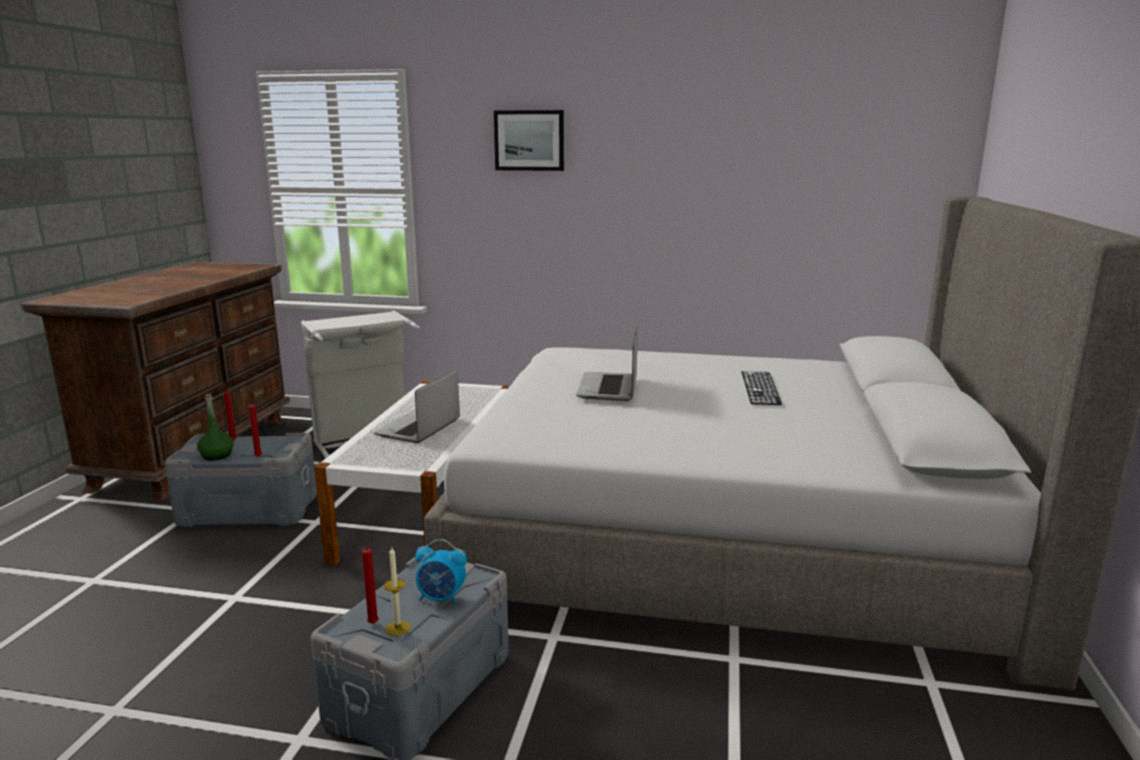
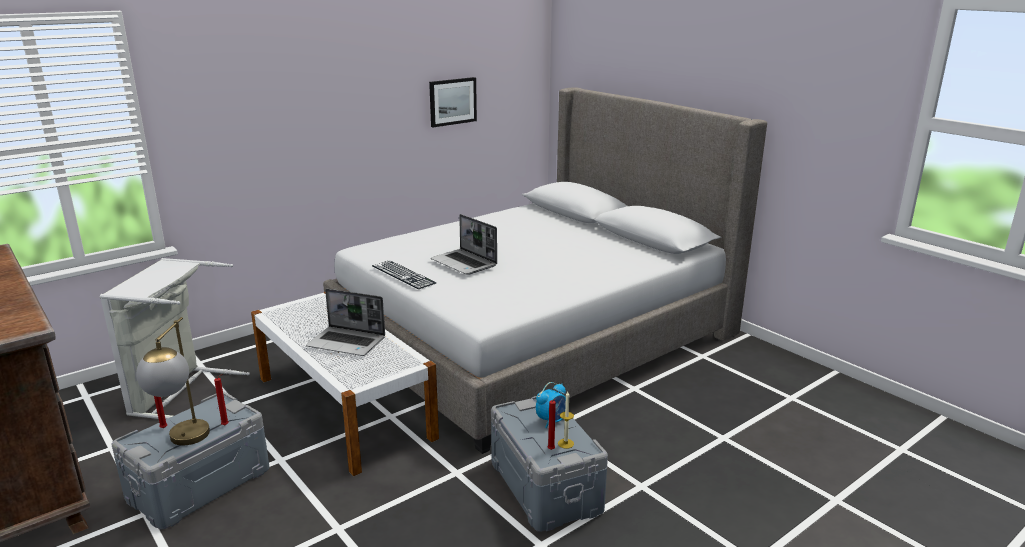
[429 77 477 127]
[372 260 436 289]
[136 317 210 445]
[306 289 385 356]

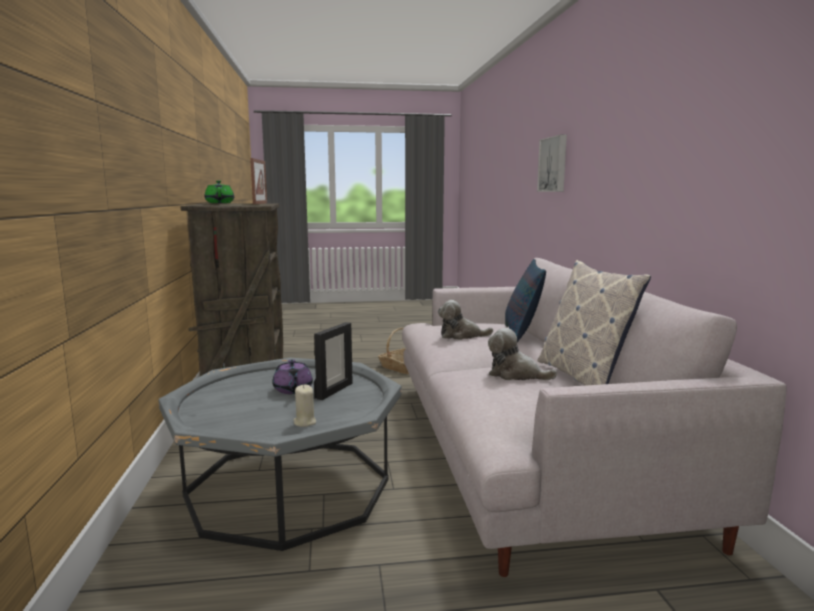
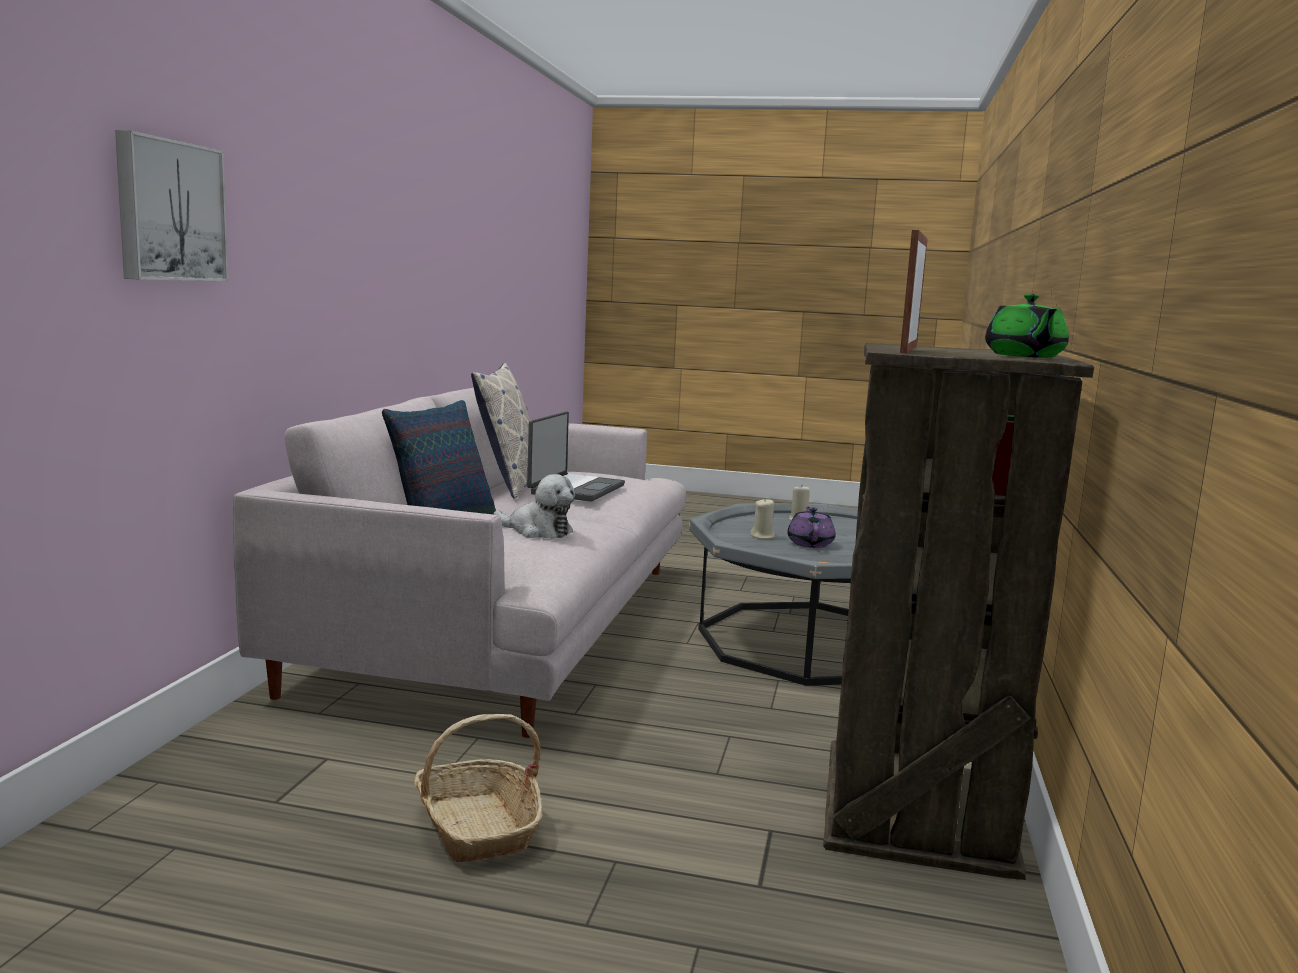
[750 498 775 539]
[527 411 625 501]

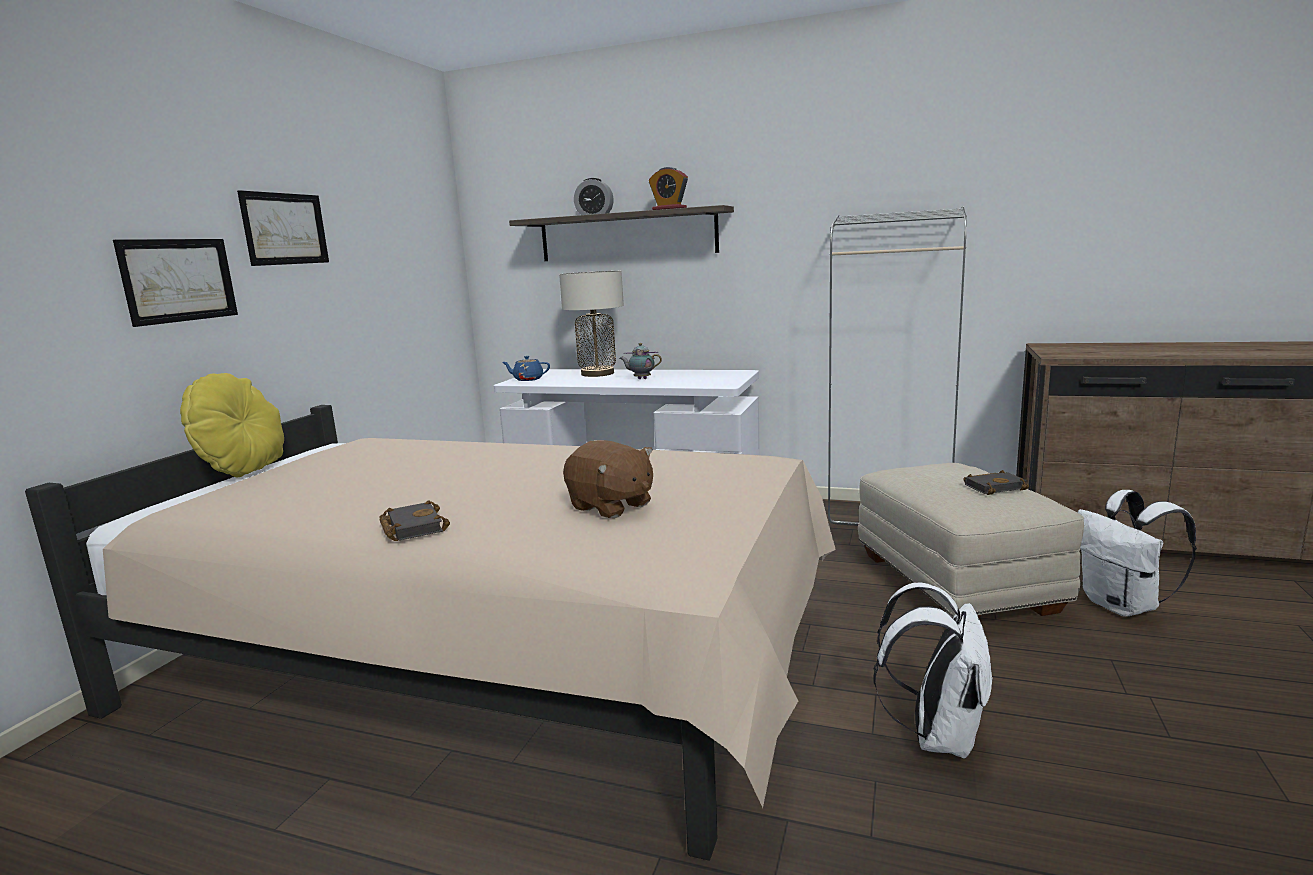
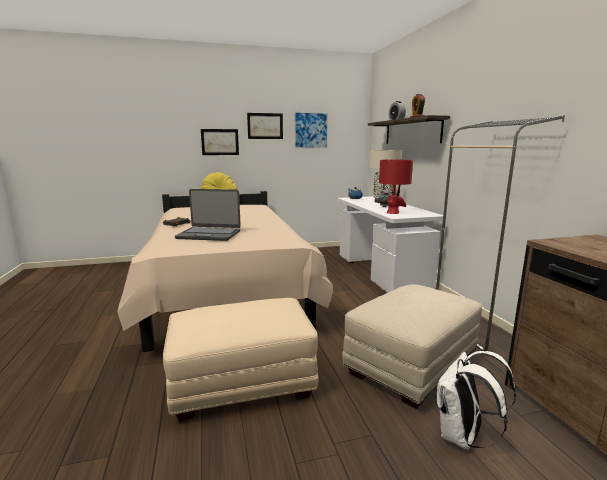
[963 470 1029 495] (first image)
[294 111 329 149]
[379 160 413 214]
[175 189 241 241]
[163 298 319 421]

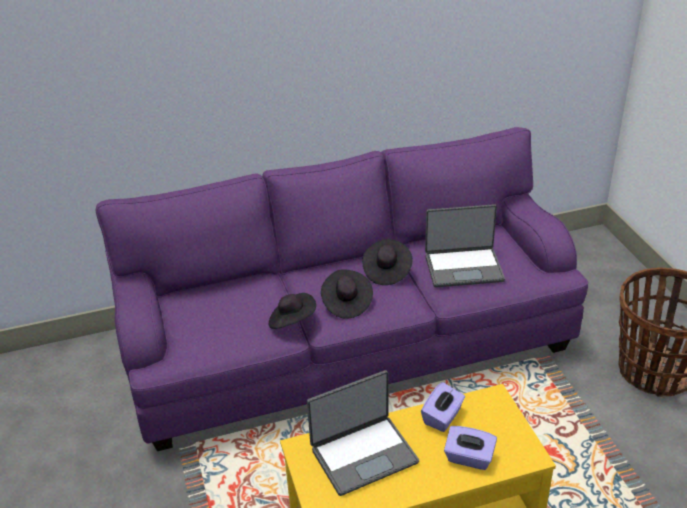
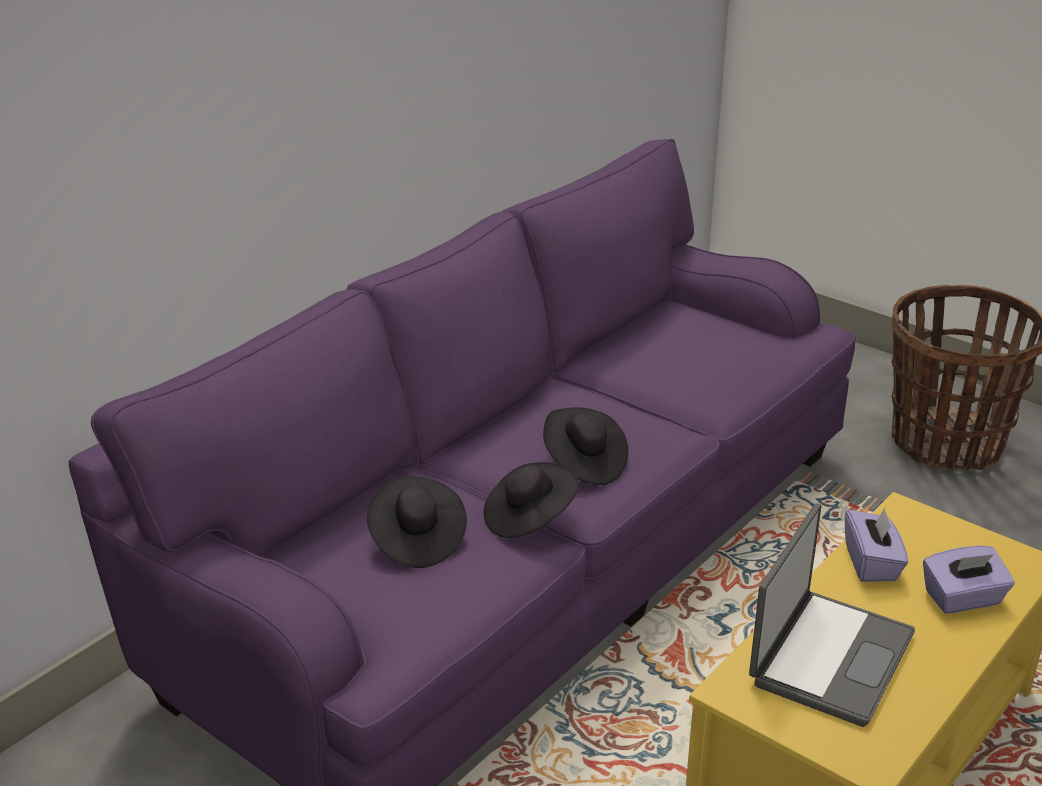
[425 204 505 287] (first image)
[367 476 467 568]

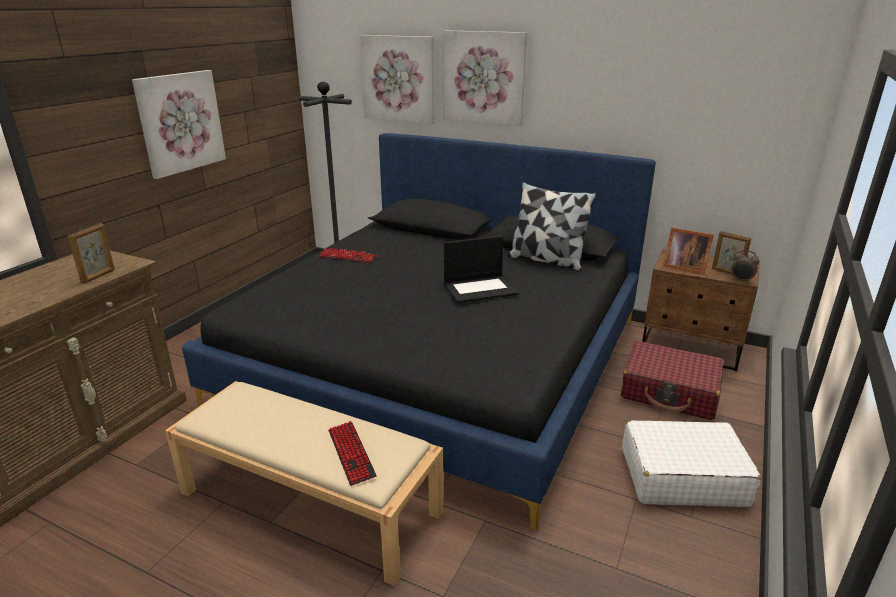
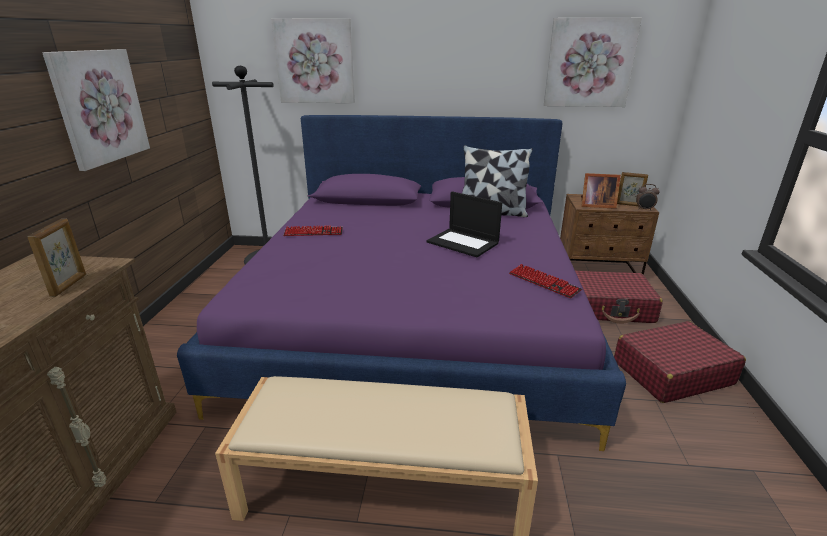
[509 264 582 298]
[544 18 642 107]
[177 115 626 451]
[614 321 746 403]
[426 191 502 257]

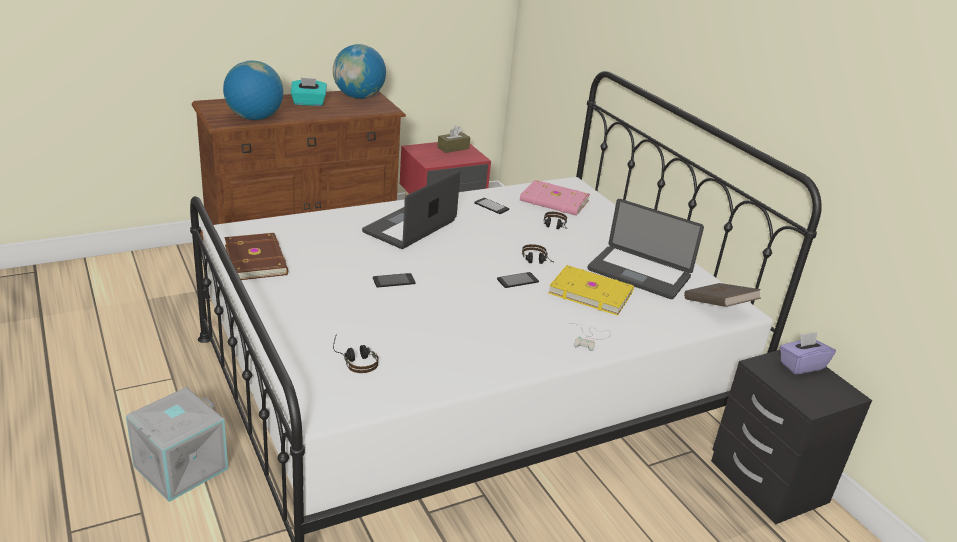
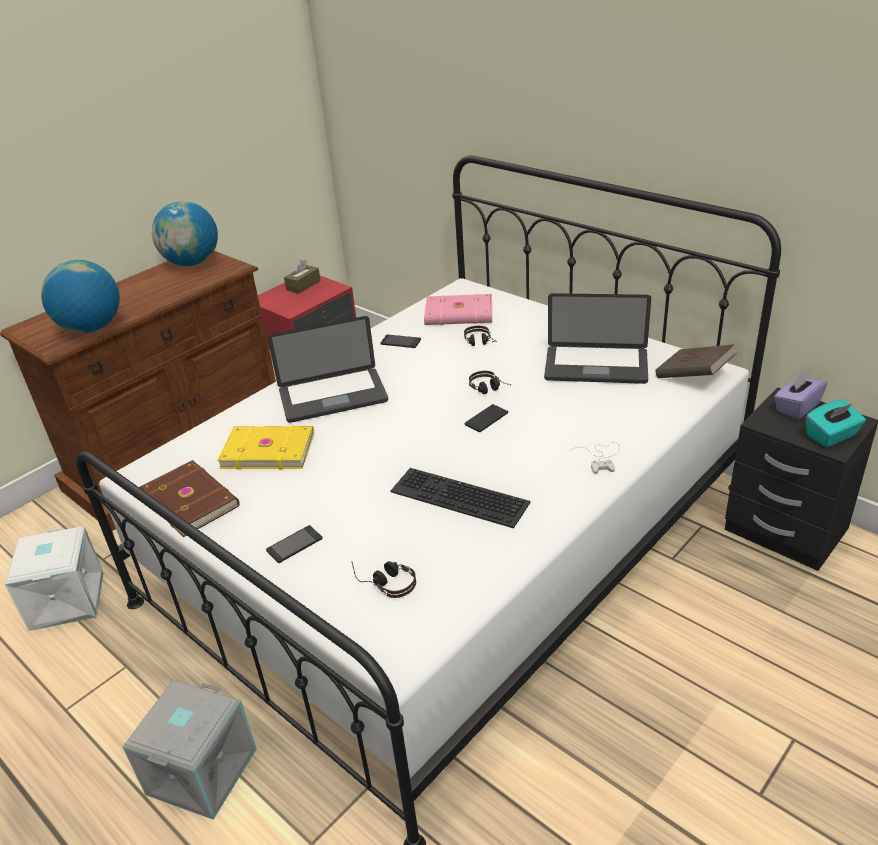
[5 526 104 631]
[390 468 531 528]
[806 400 866 447]
[266 525 323 563]
[217 426 314 470]
[268 316 388 423]

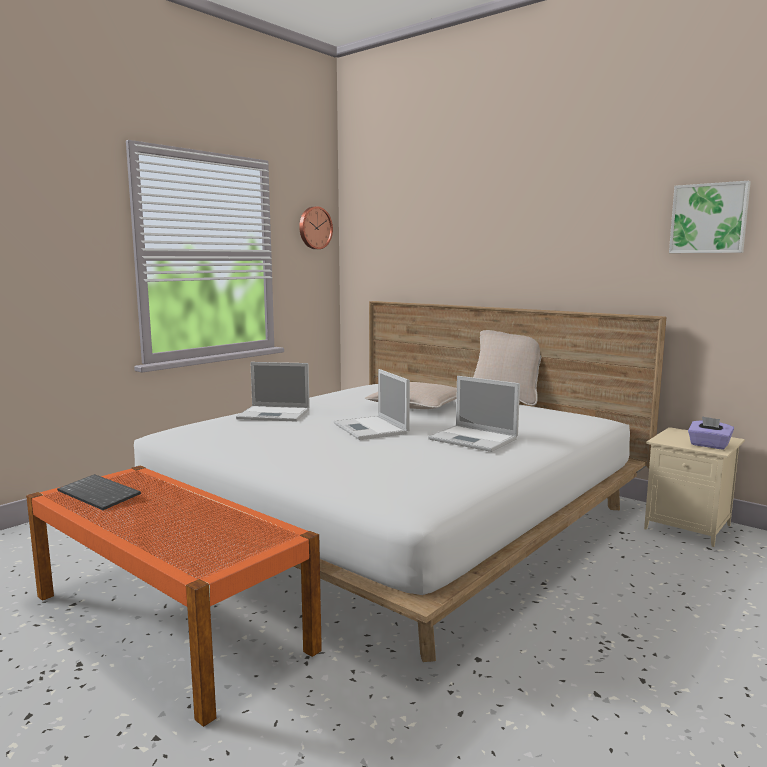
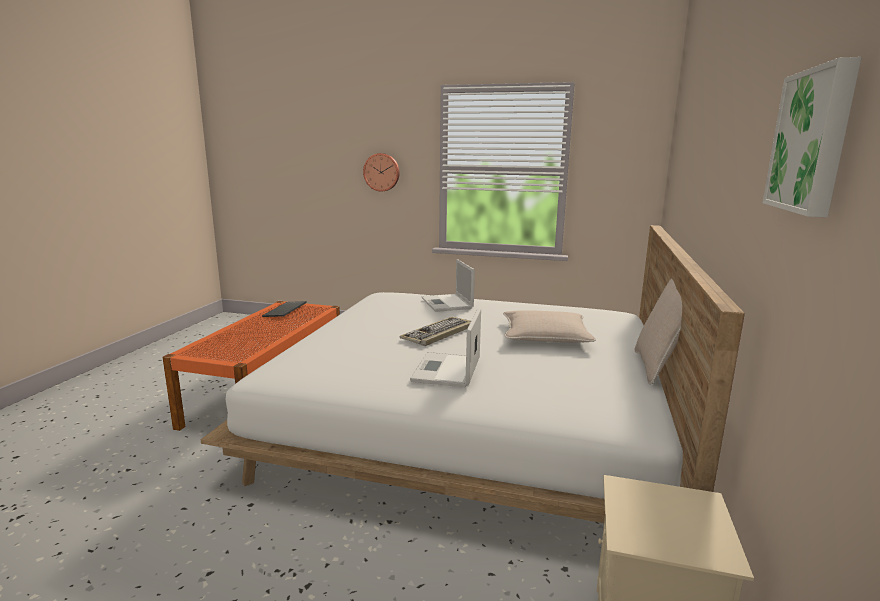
[688 416 734 450] (first image)
[363 153 400 192]
[400 317 471 346]

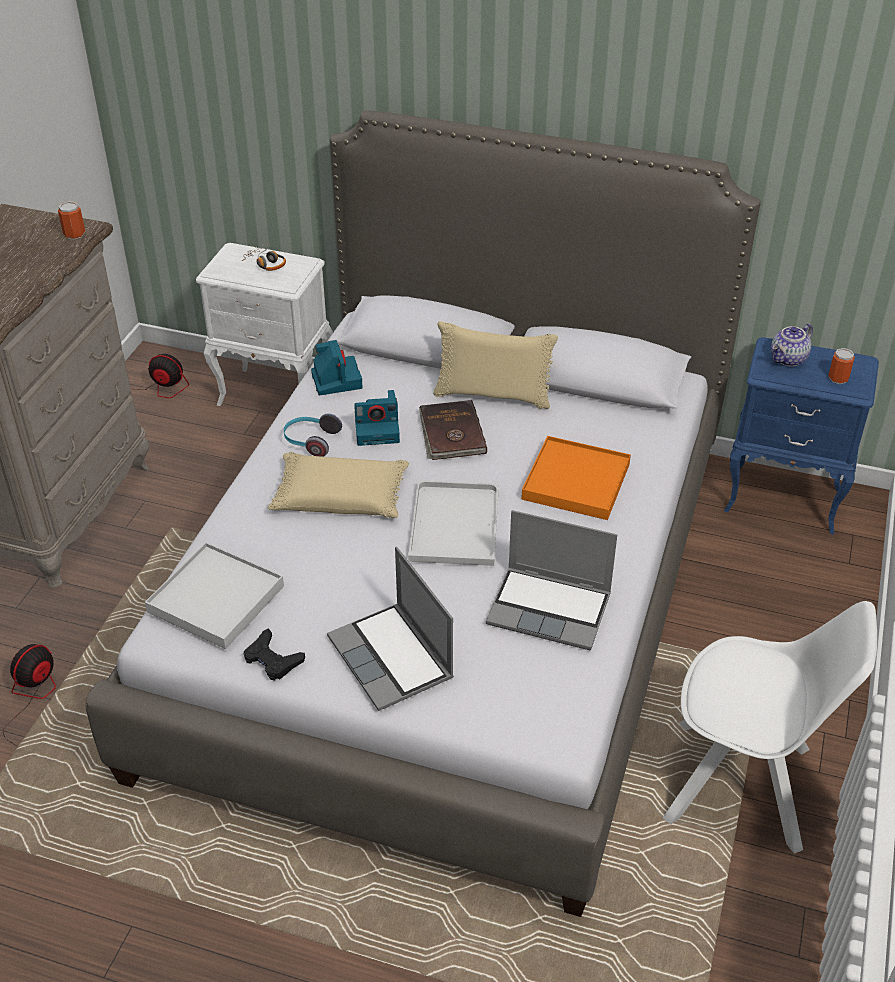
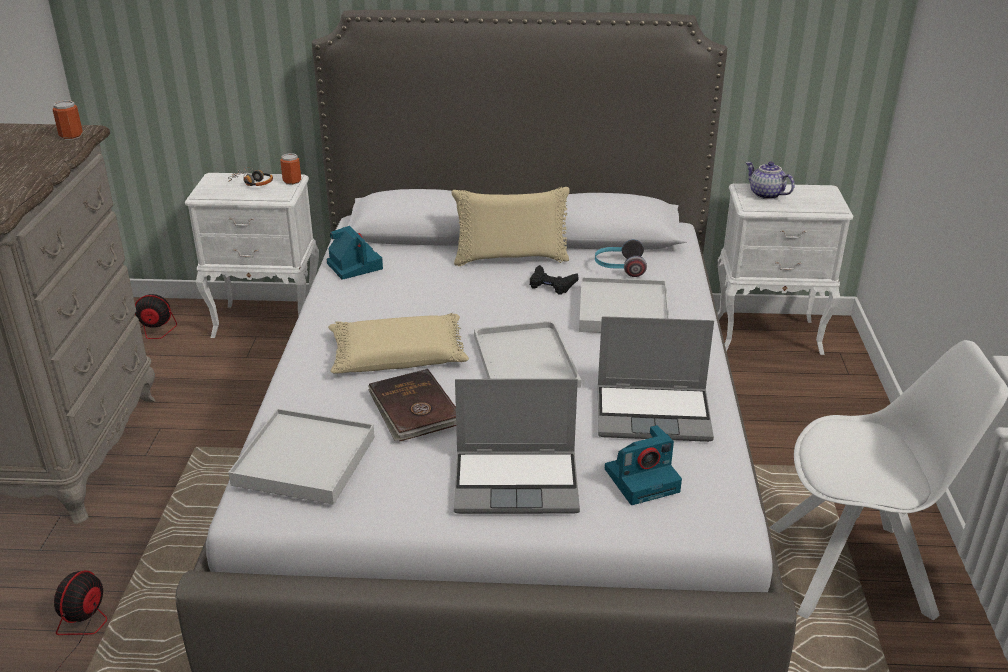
[530 265 578 294]
[595 239 647 277]
[605 425 682 505]
[368 369 456 441]
[280 153 301 185]
[579 277 669 333]
[717 183 853 355]
[454 379 580 514]
[746 162 795 199]

